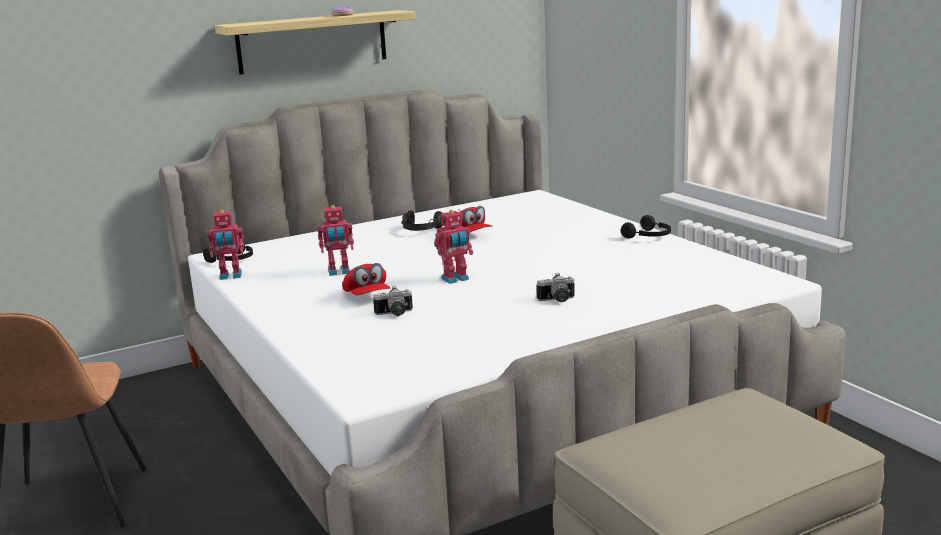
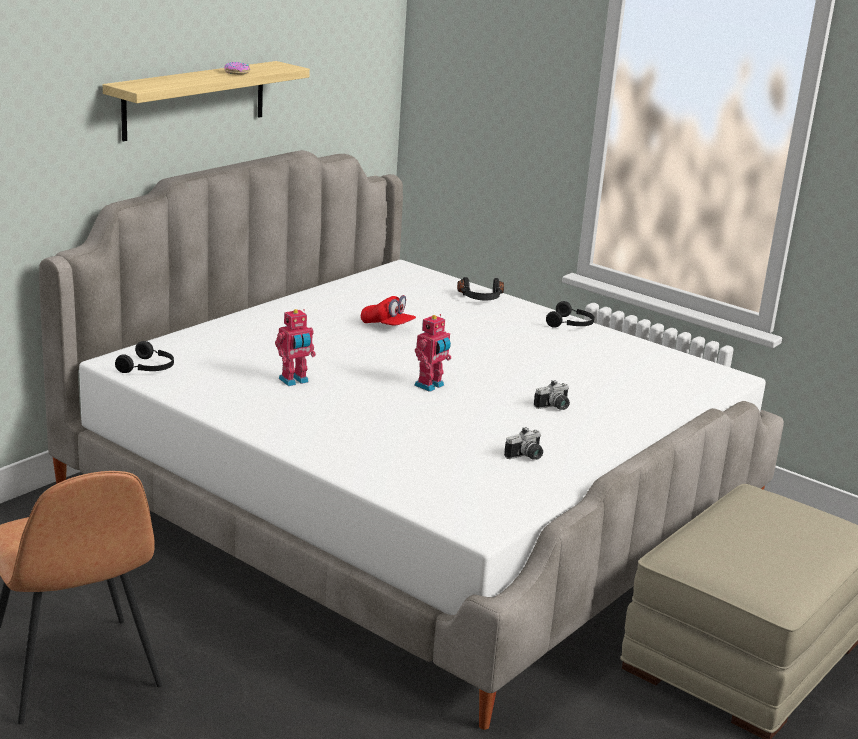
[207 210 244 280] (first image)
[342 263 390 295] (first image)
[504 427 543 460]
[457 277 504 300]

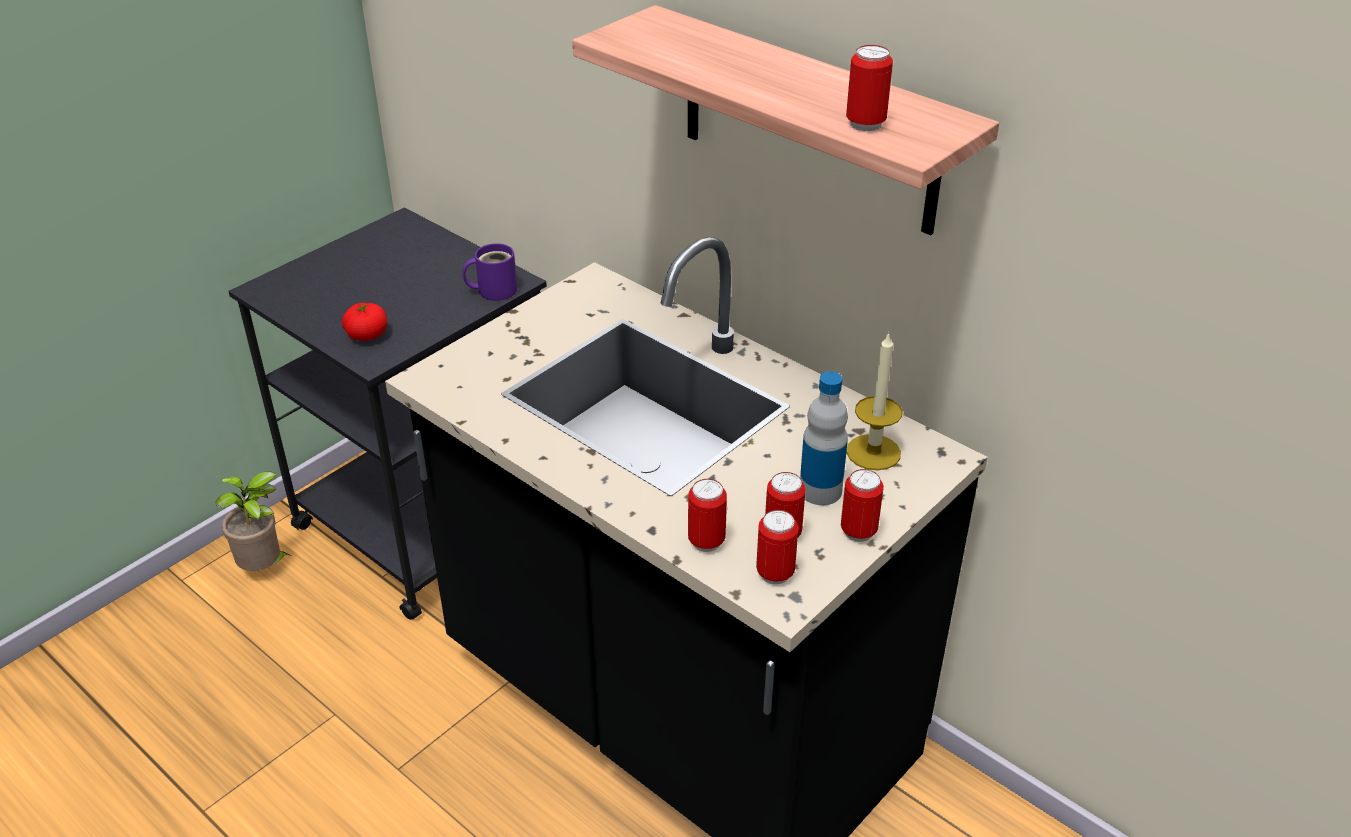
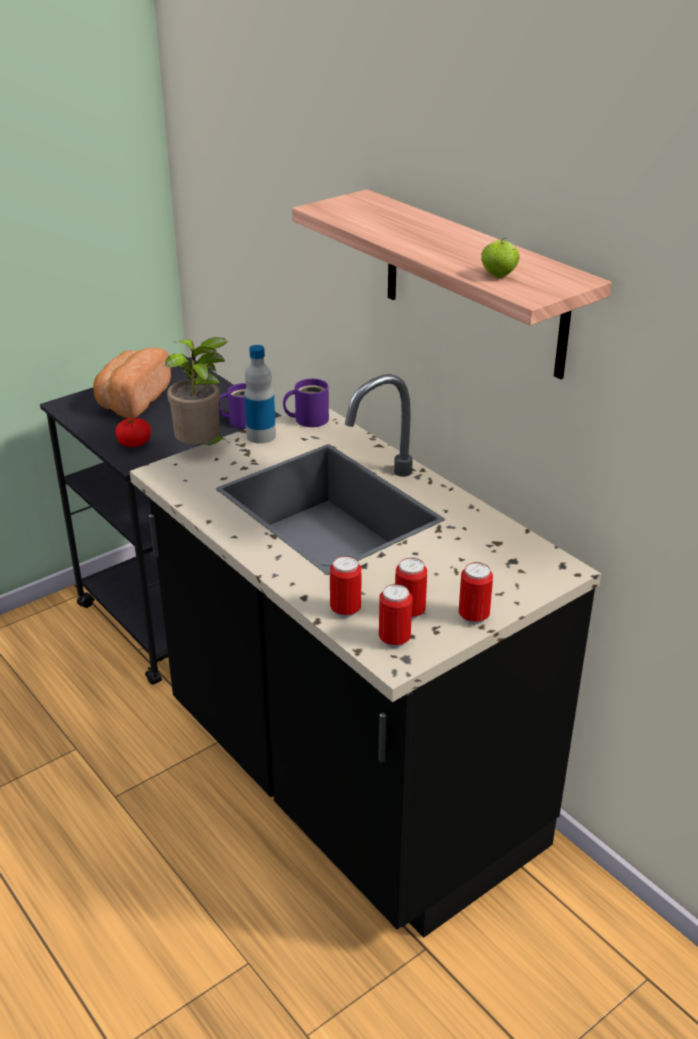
[846 332 903 470] (first image)
[93 348 171 418]
[283 379 329 427]
[165 337 228 445]
[244 345 276 444]
[481 238 520 278]

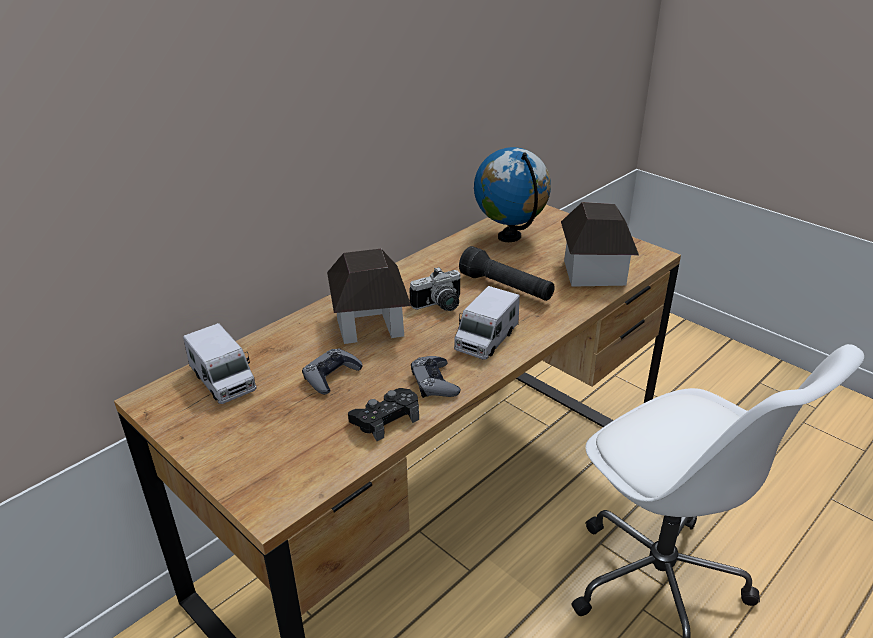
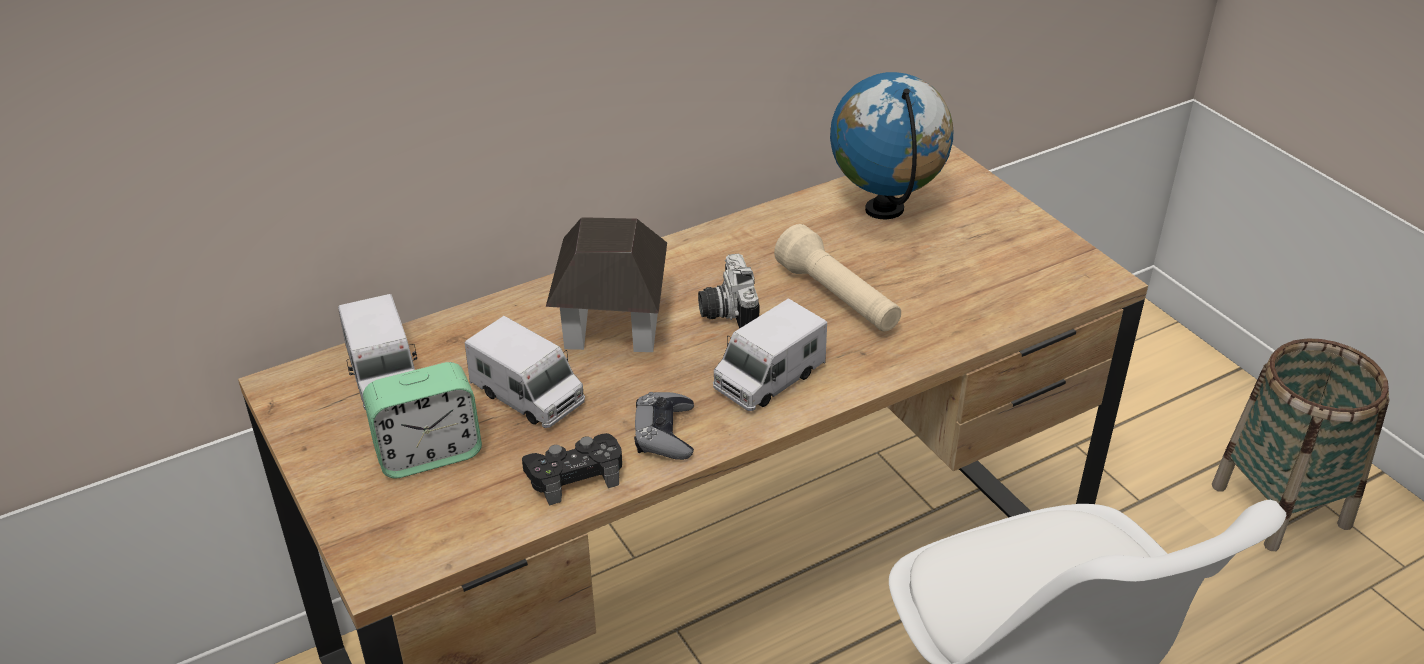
[561 202 639 287] (first image)
[363 362 482 478]
[1212 339 1390 551]
[465 316 585 428]
[774 224 901 332]
[698 254 760 329]

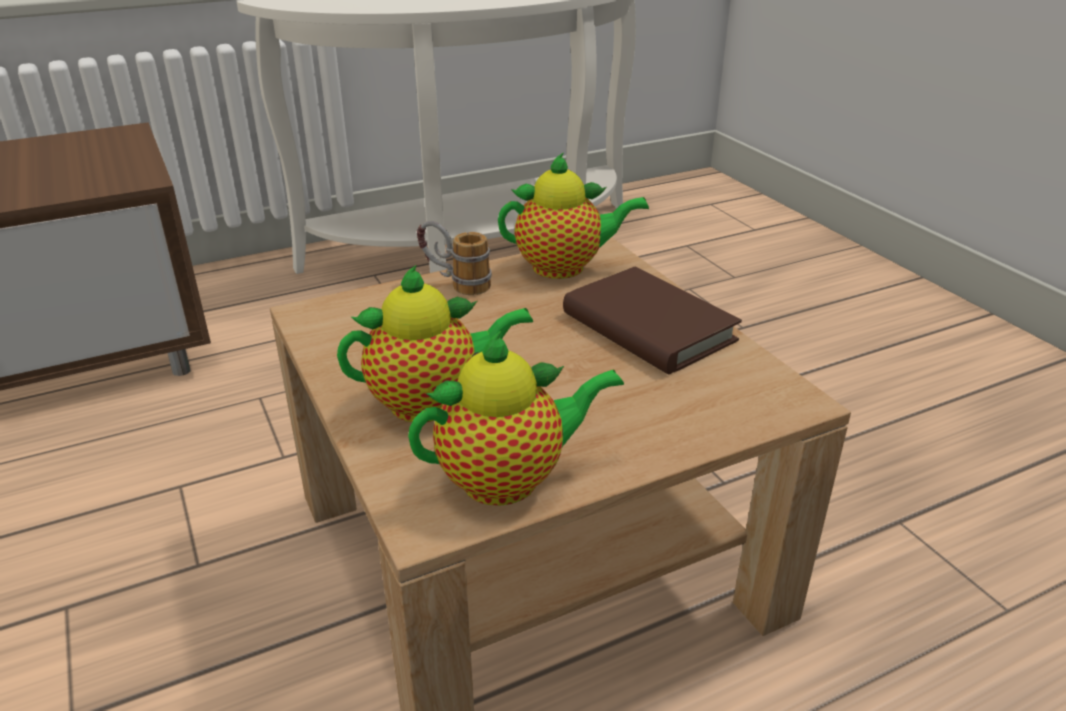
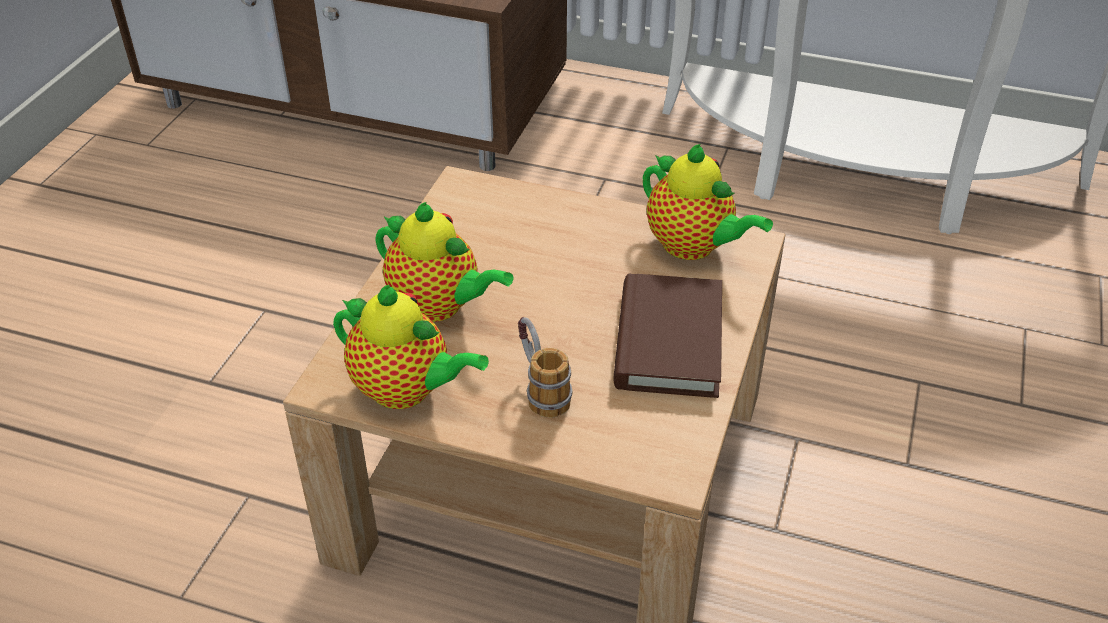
[518 317 572 418]

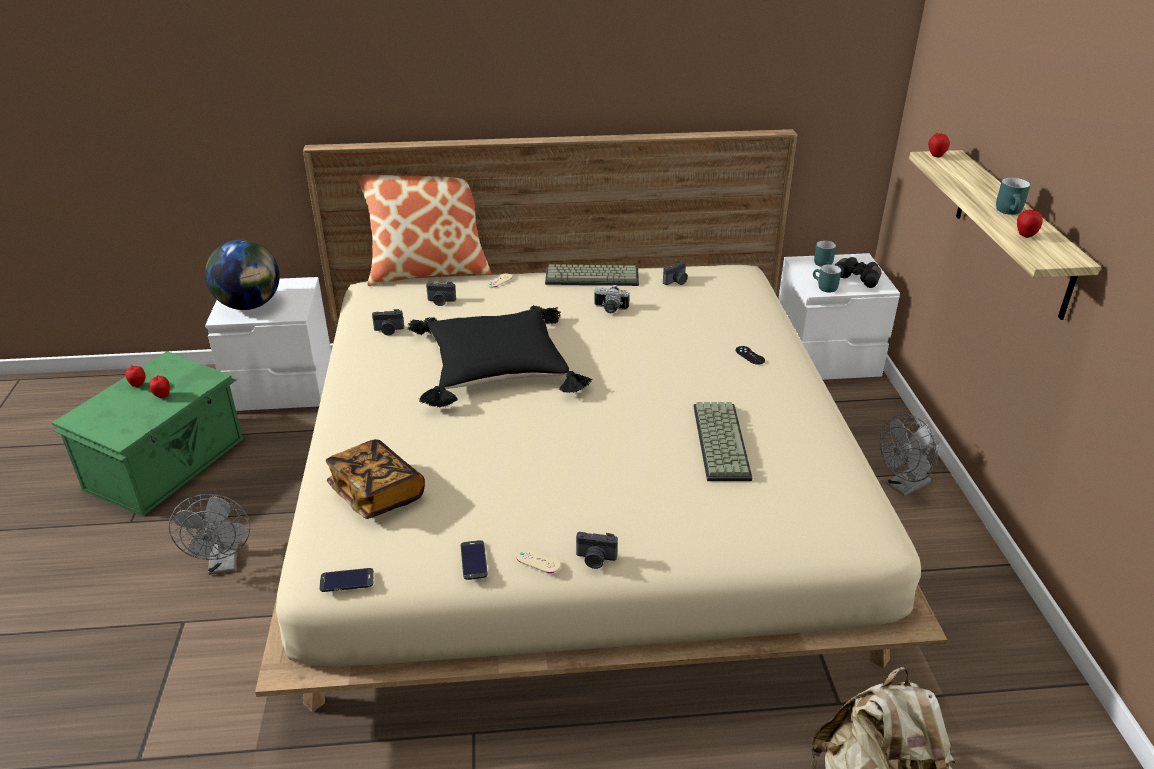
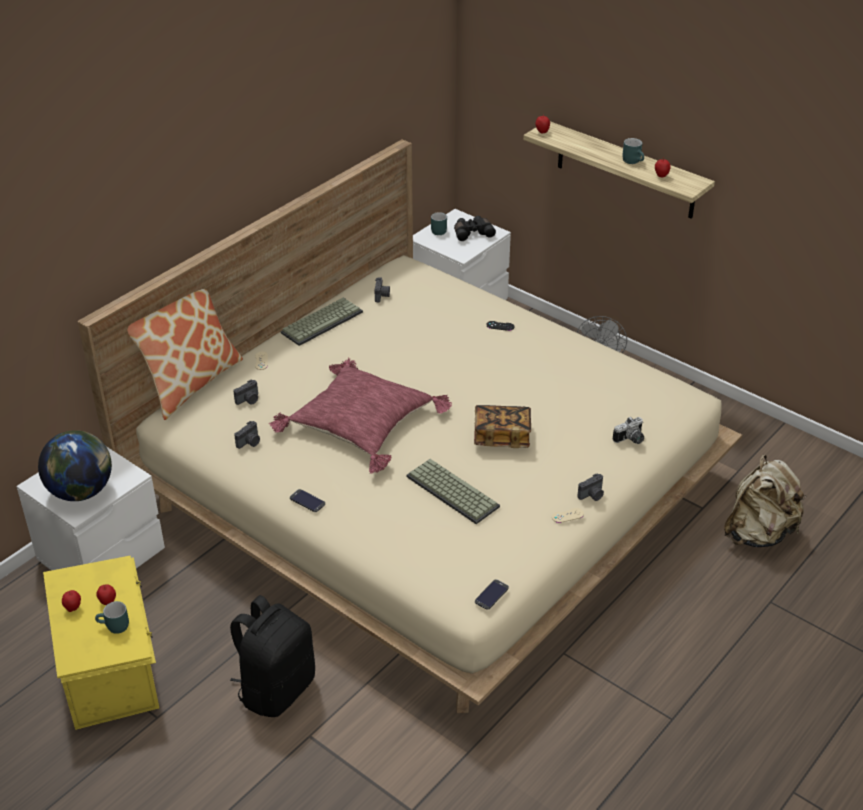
[474 405 531 448]
[290 489 325 512]
[613 417 644 444]
[406 459 500 524]
[95 601 129 634]
[230 595 315 717]
[43 556 159 730]
[269 358 451 474]

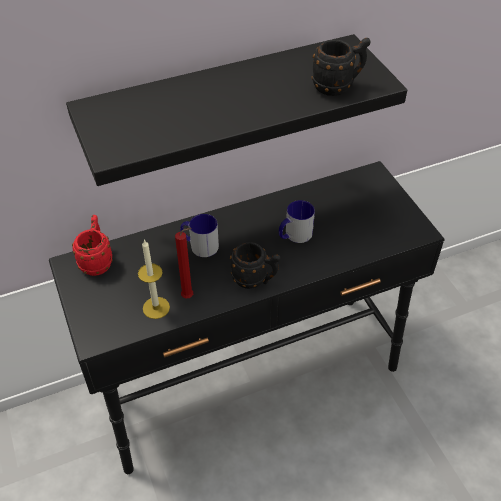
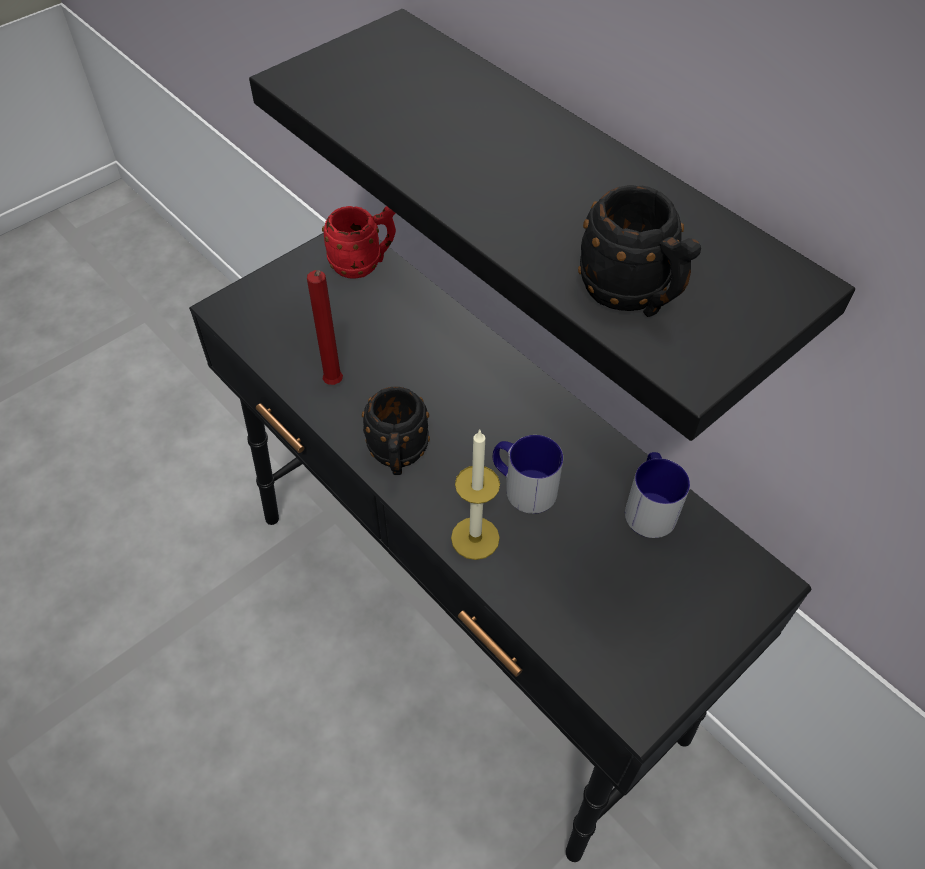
[451 430 500 560]
[625 452 690 538]

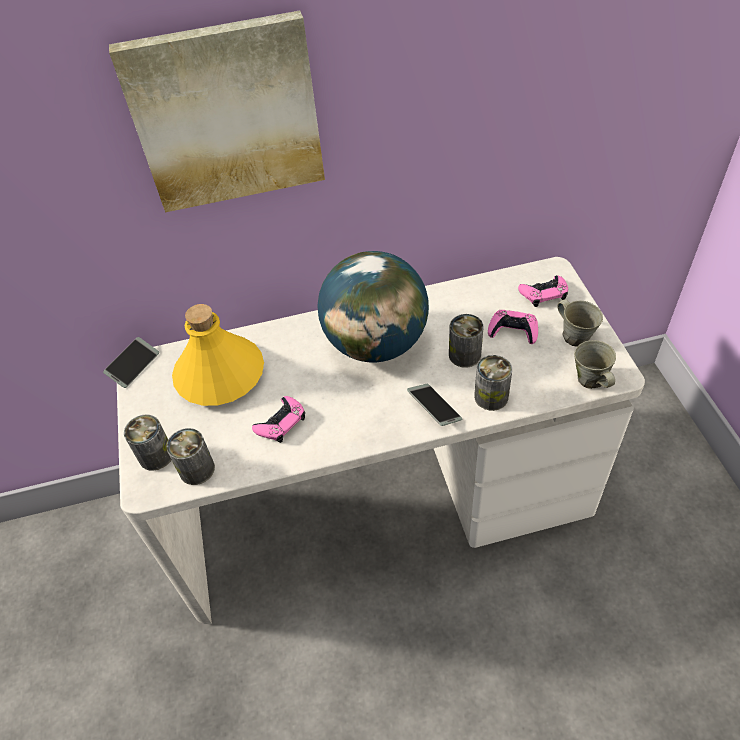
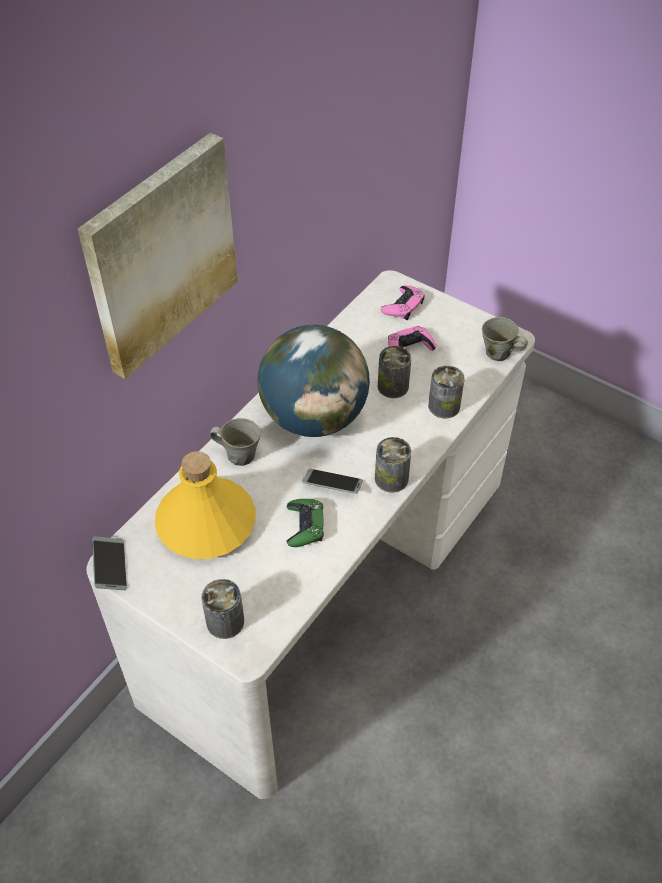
[375 437 411 493]
[302 469 363 494]
[210 418 261 466]
[287 499 324 547]

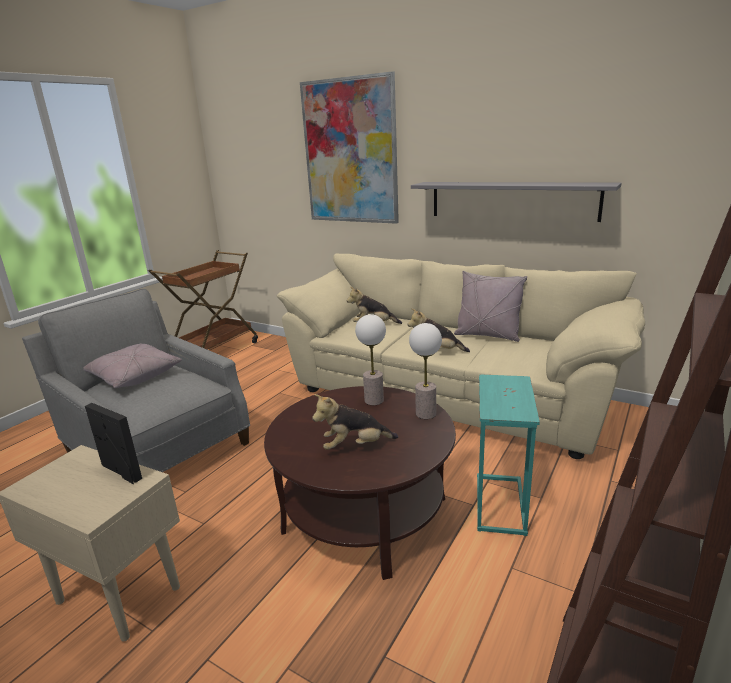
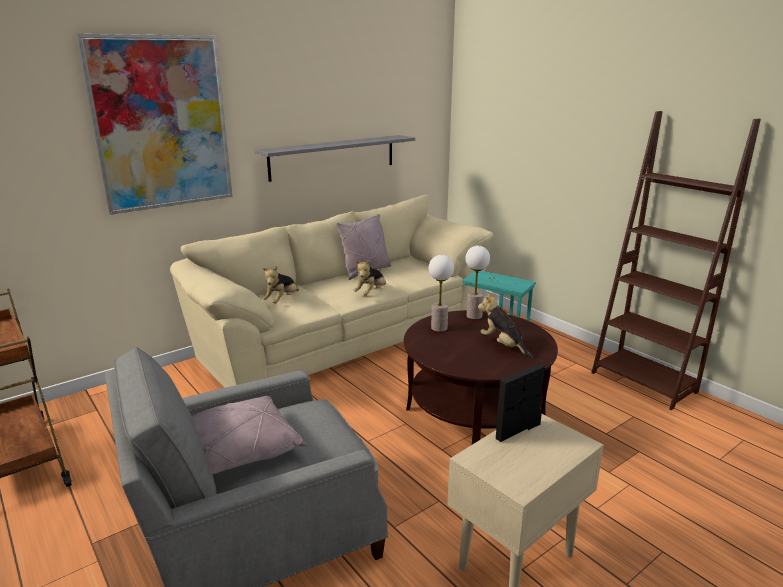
[478 292 533 359]

